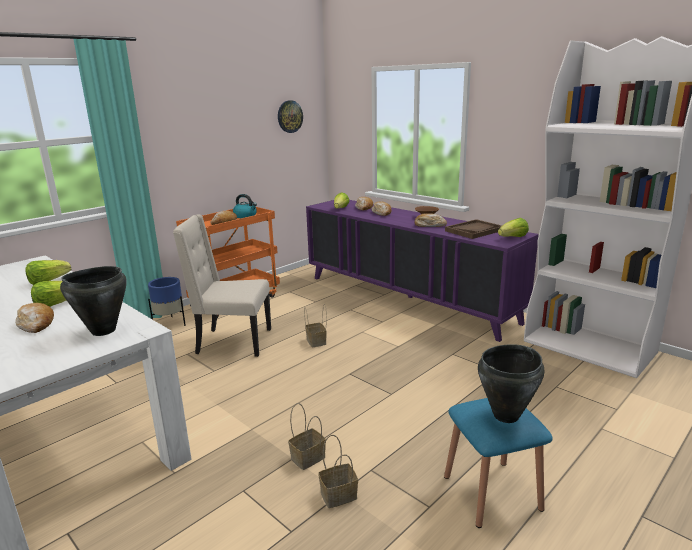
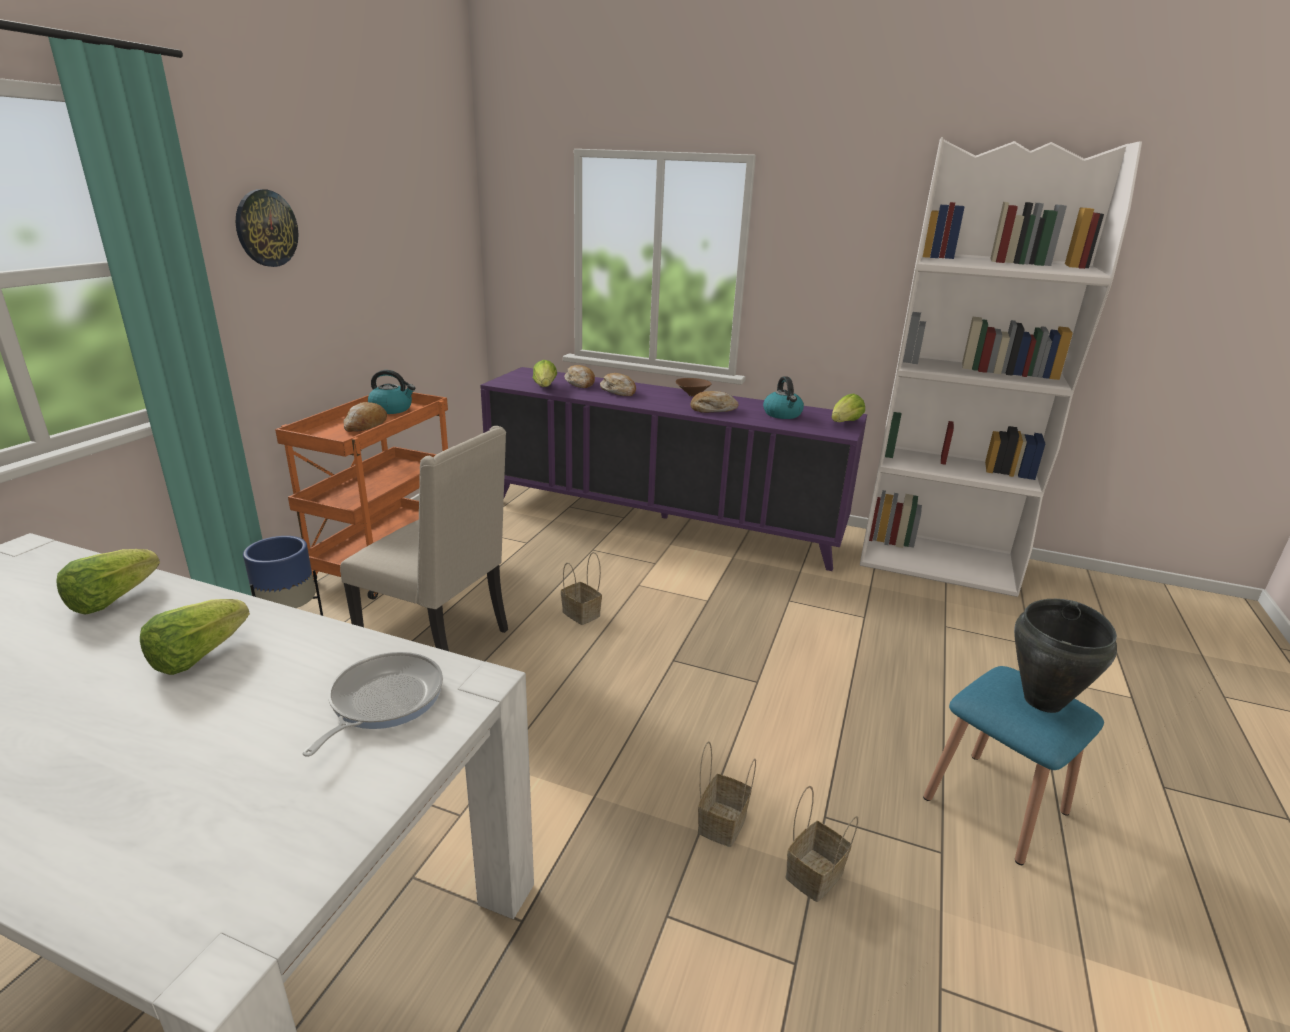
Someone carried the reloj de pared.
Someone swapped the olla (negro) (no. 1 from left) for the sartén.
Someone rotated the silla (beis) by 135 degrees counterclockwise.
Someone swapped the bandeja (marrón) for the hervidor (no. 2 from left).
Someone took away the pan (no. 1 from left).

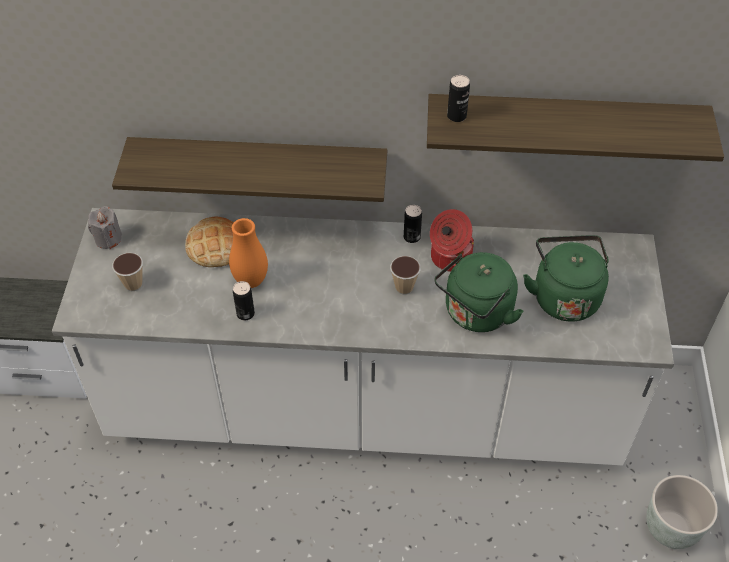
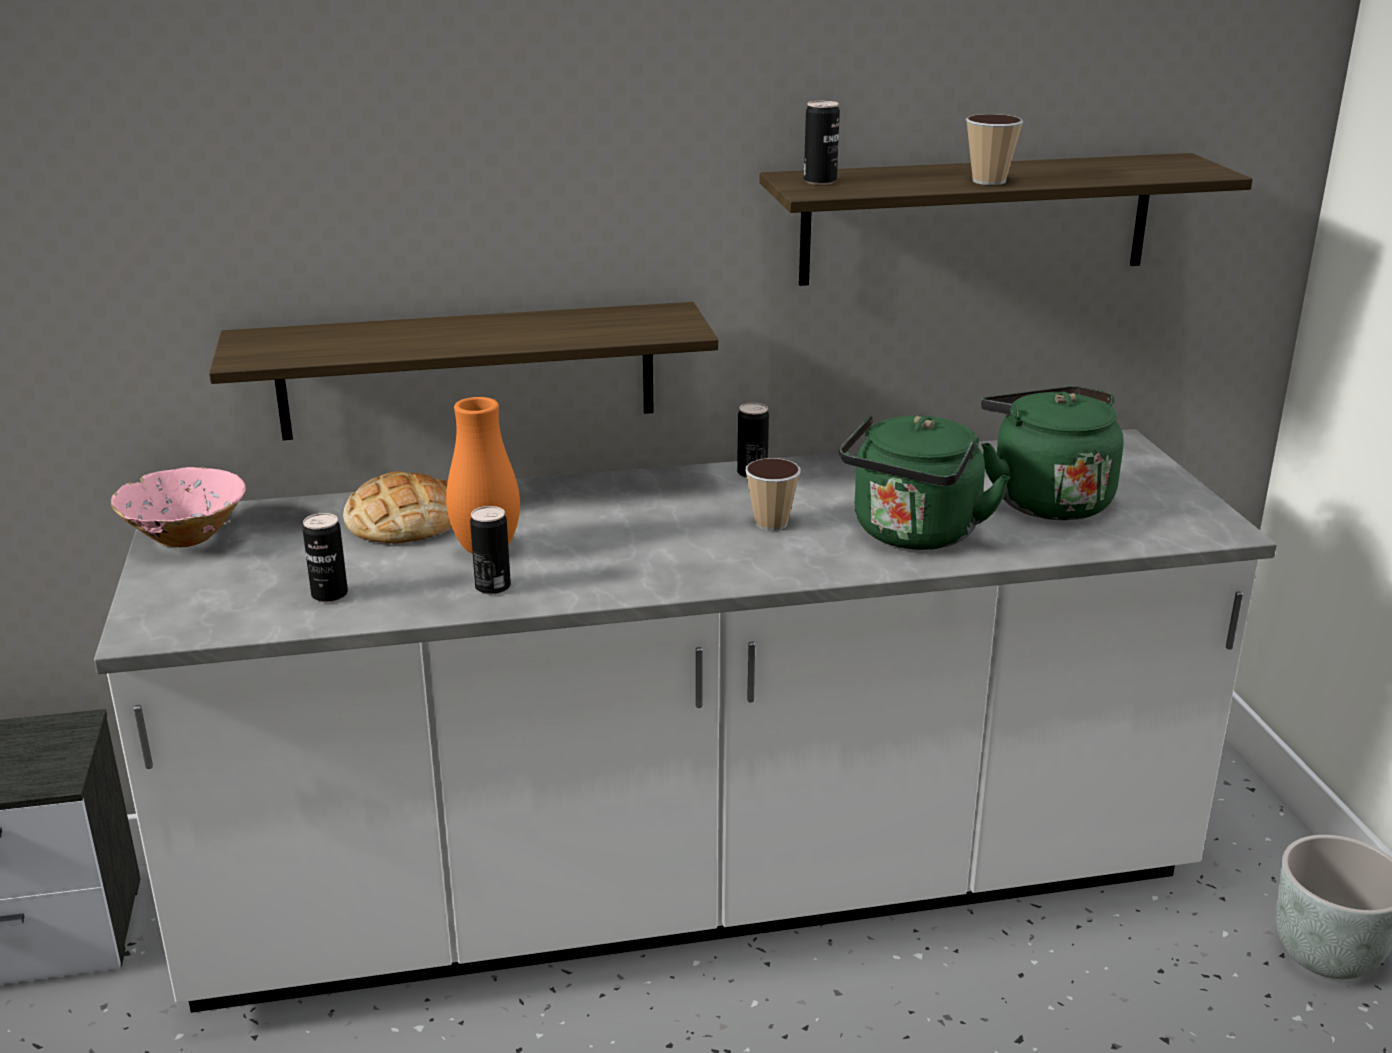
Someone swapped the vela (gris) for the cuenco (rosa).
Someone put down the lata (no. 1 from left).
Someone carried the taza (no. 1 from left in the first image).
Someone took away the olla.

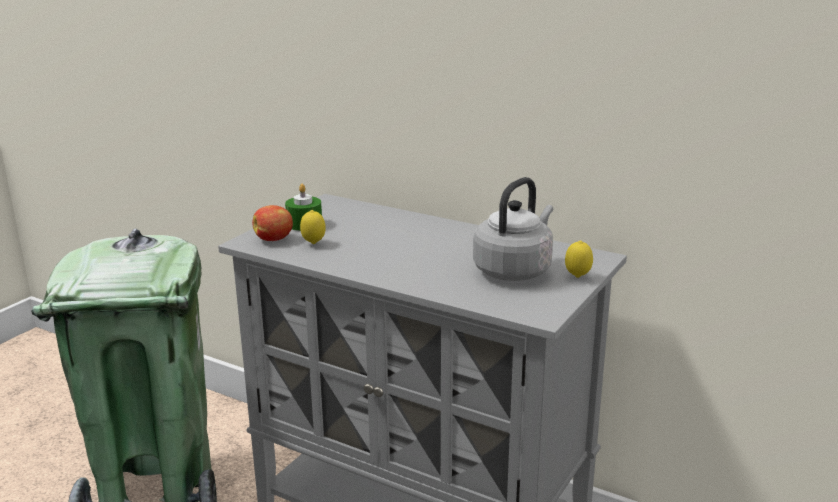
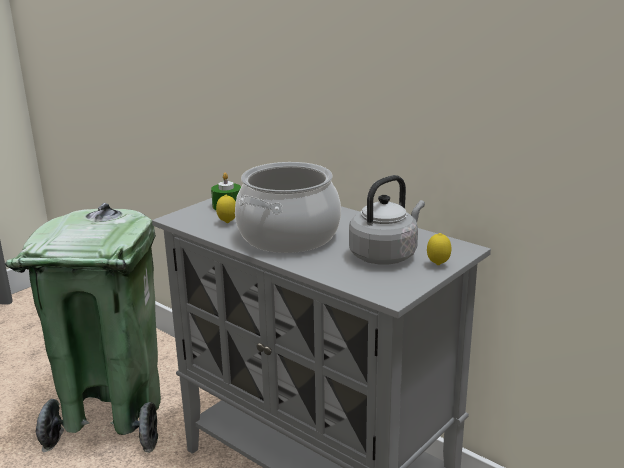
Someone put down the olla.
Someone took away the manzana.

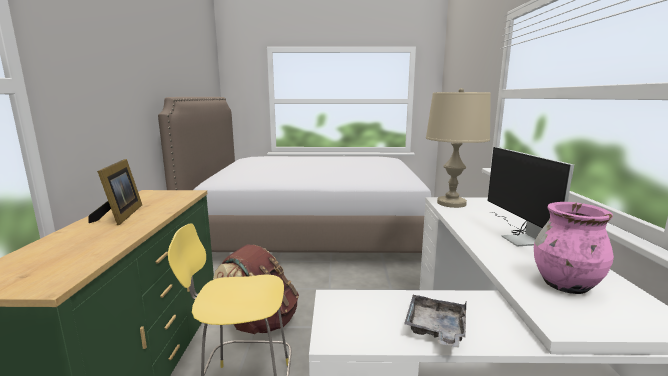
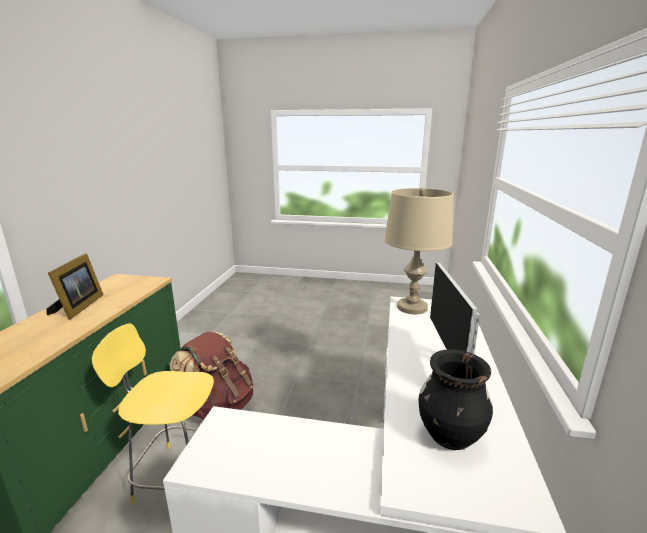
Someone repainted the florero (rosa), which became the florero (negro).
Someone took away the cama.
Someone took away the bandeja (gris).

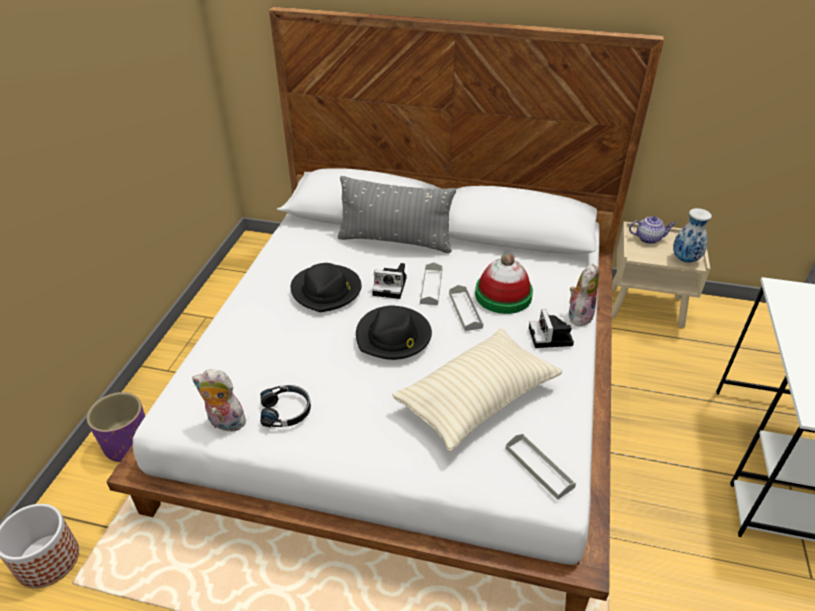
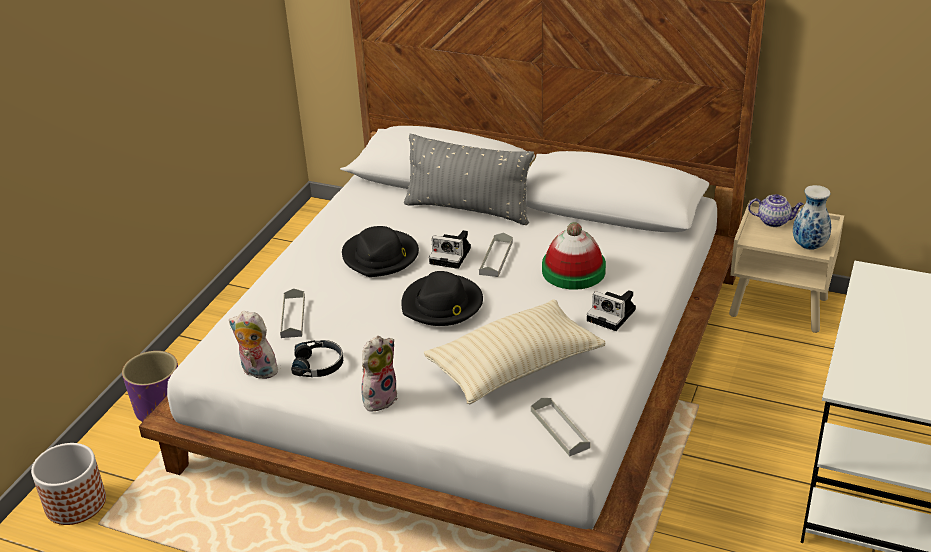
Someone carried the bandeja (gris) (no. 2 from left in the first image).
Someone carried the peluche (no. 2 from left).
Someone rotated the cámara (no. 2 from left) by 60 degrees counterclockwise.

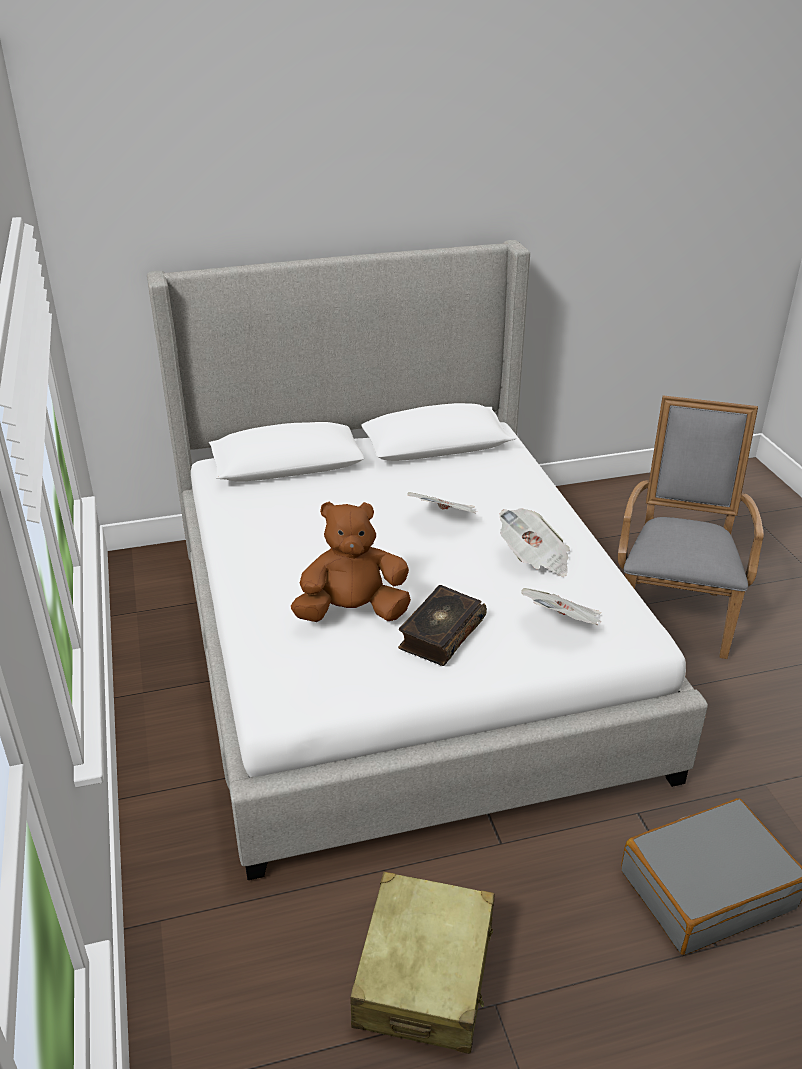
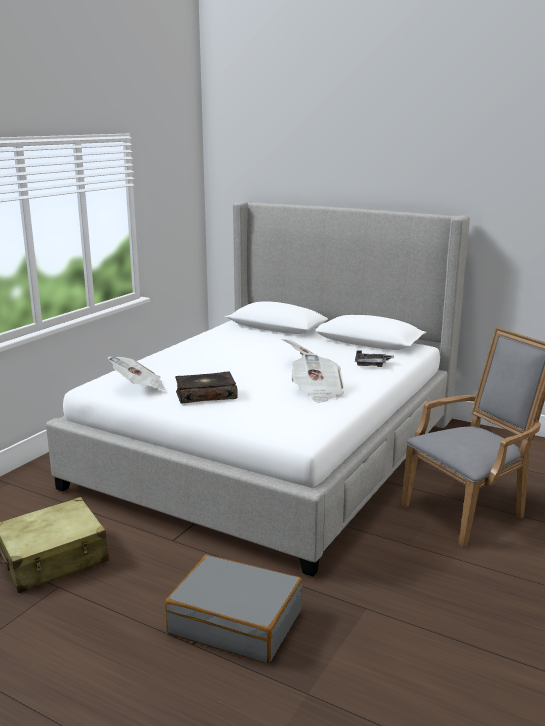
Someone carried the periódico (no. 3 from left in the first image).
Someone put down the bandeja (gris).
Someone took away the peluche (marrón).

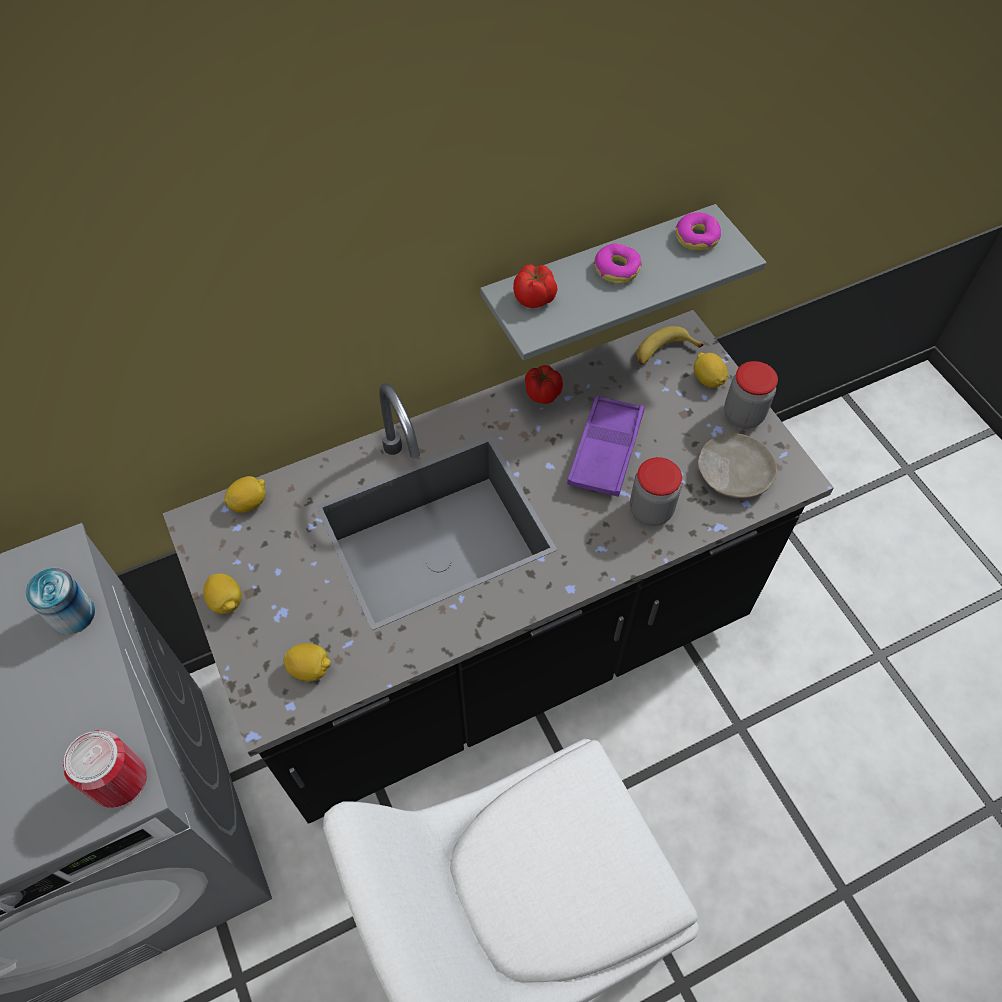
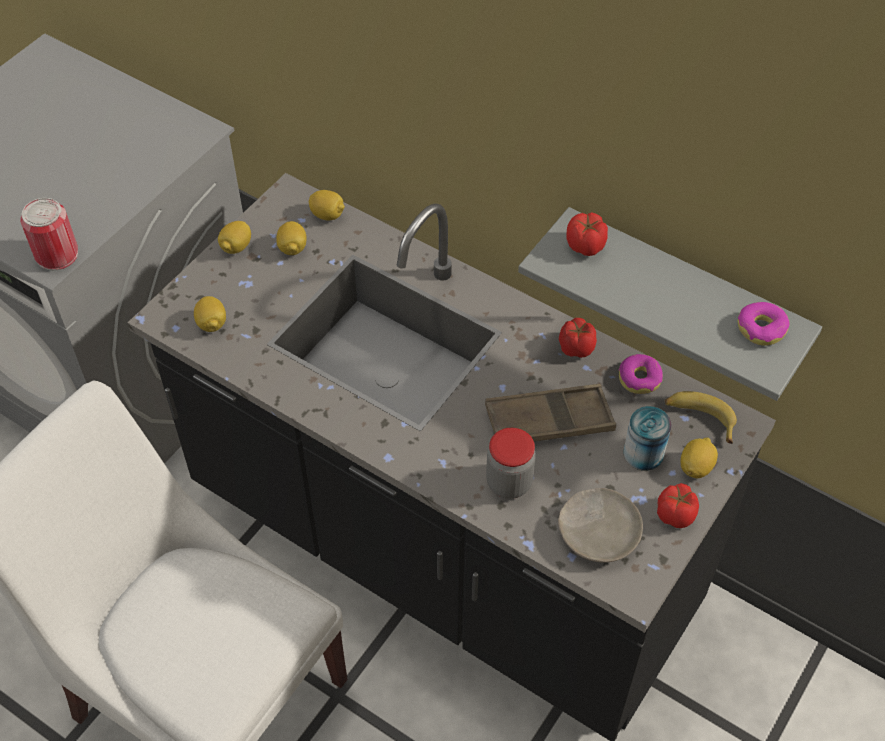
Someone put down the limón (no. 3 from left).
Someone repainted the bandeja (morado), which became the bandeja (marrón).
Someone carried the rosquilla (no. 1 from left).
Someone carried the lata (no. 1 from left in the first image).
Someone swapped the tarro (no. 2 from left) for the tomate (no. 3 from left).

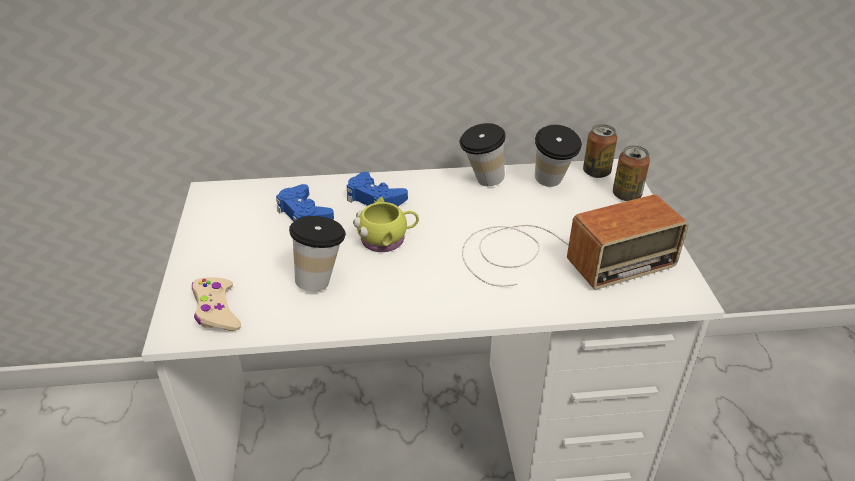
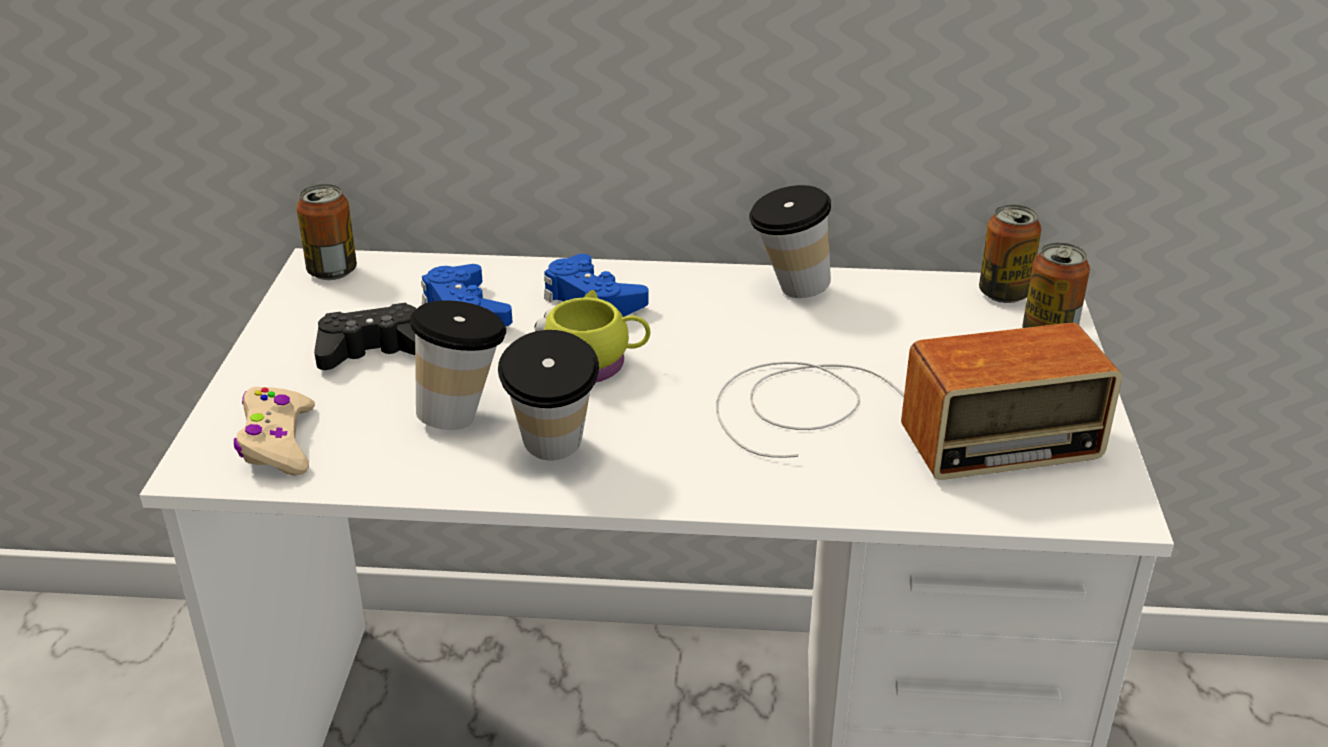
Someone put down the lata (no. 1 from left).
Someone put down the mando de consola (negro).
Someone carried the taza (no. 3 from left in the first image).

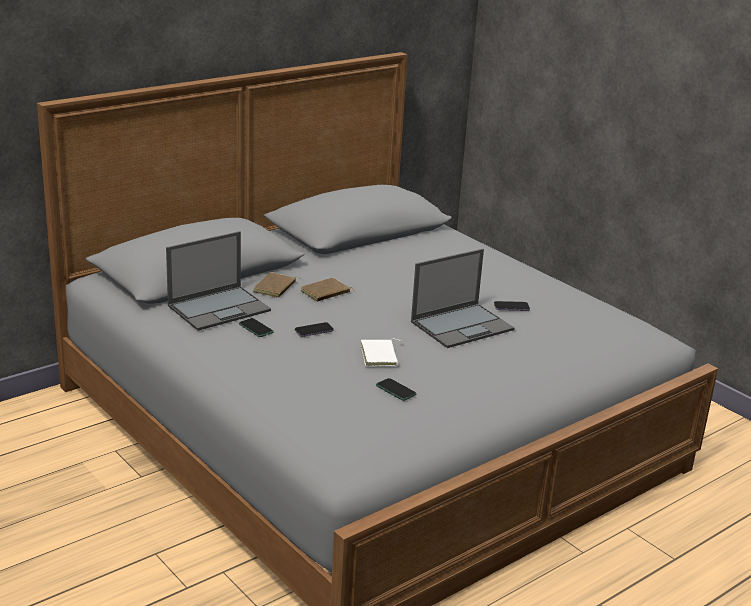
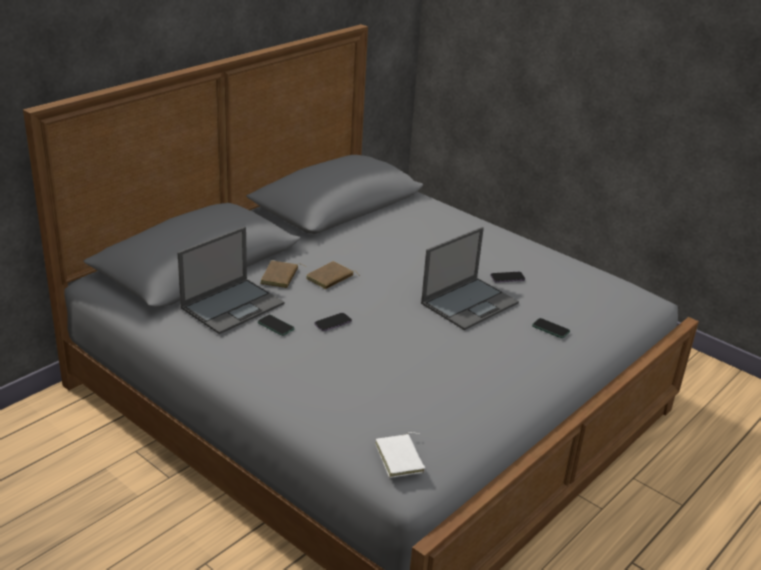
Someone carried the libro (blanco).
Someone carried the móvil (no. 3 from left in the first image).

